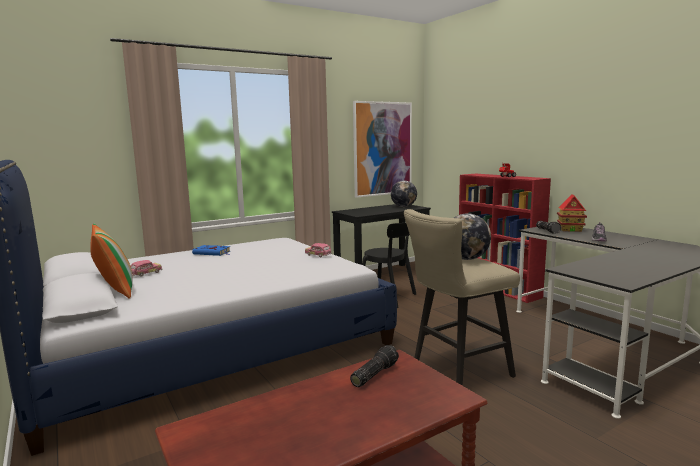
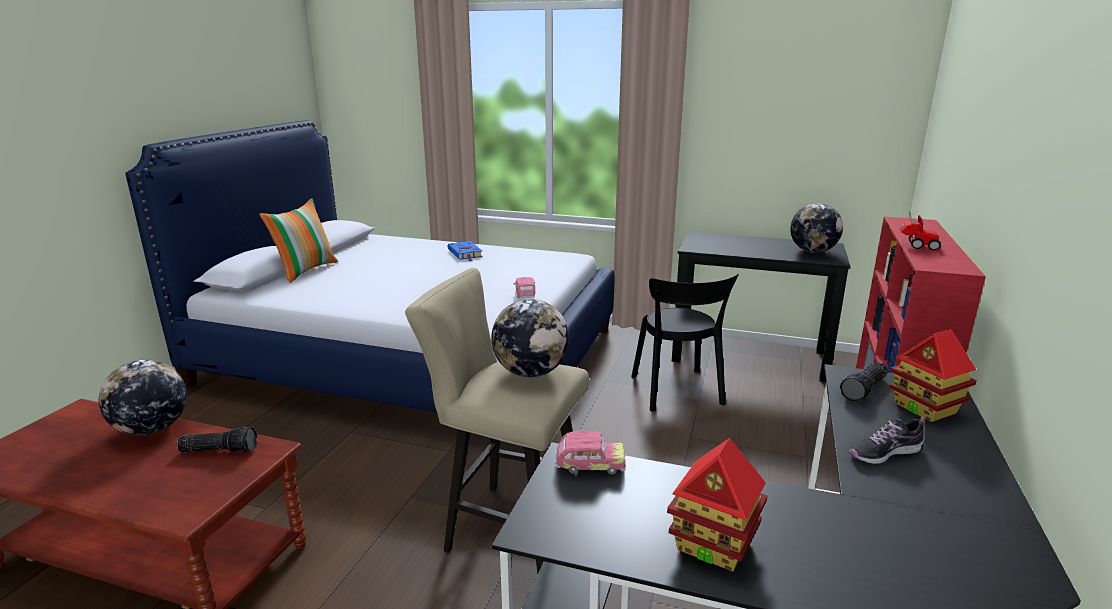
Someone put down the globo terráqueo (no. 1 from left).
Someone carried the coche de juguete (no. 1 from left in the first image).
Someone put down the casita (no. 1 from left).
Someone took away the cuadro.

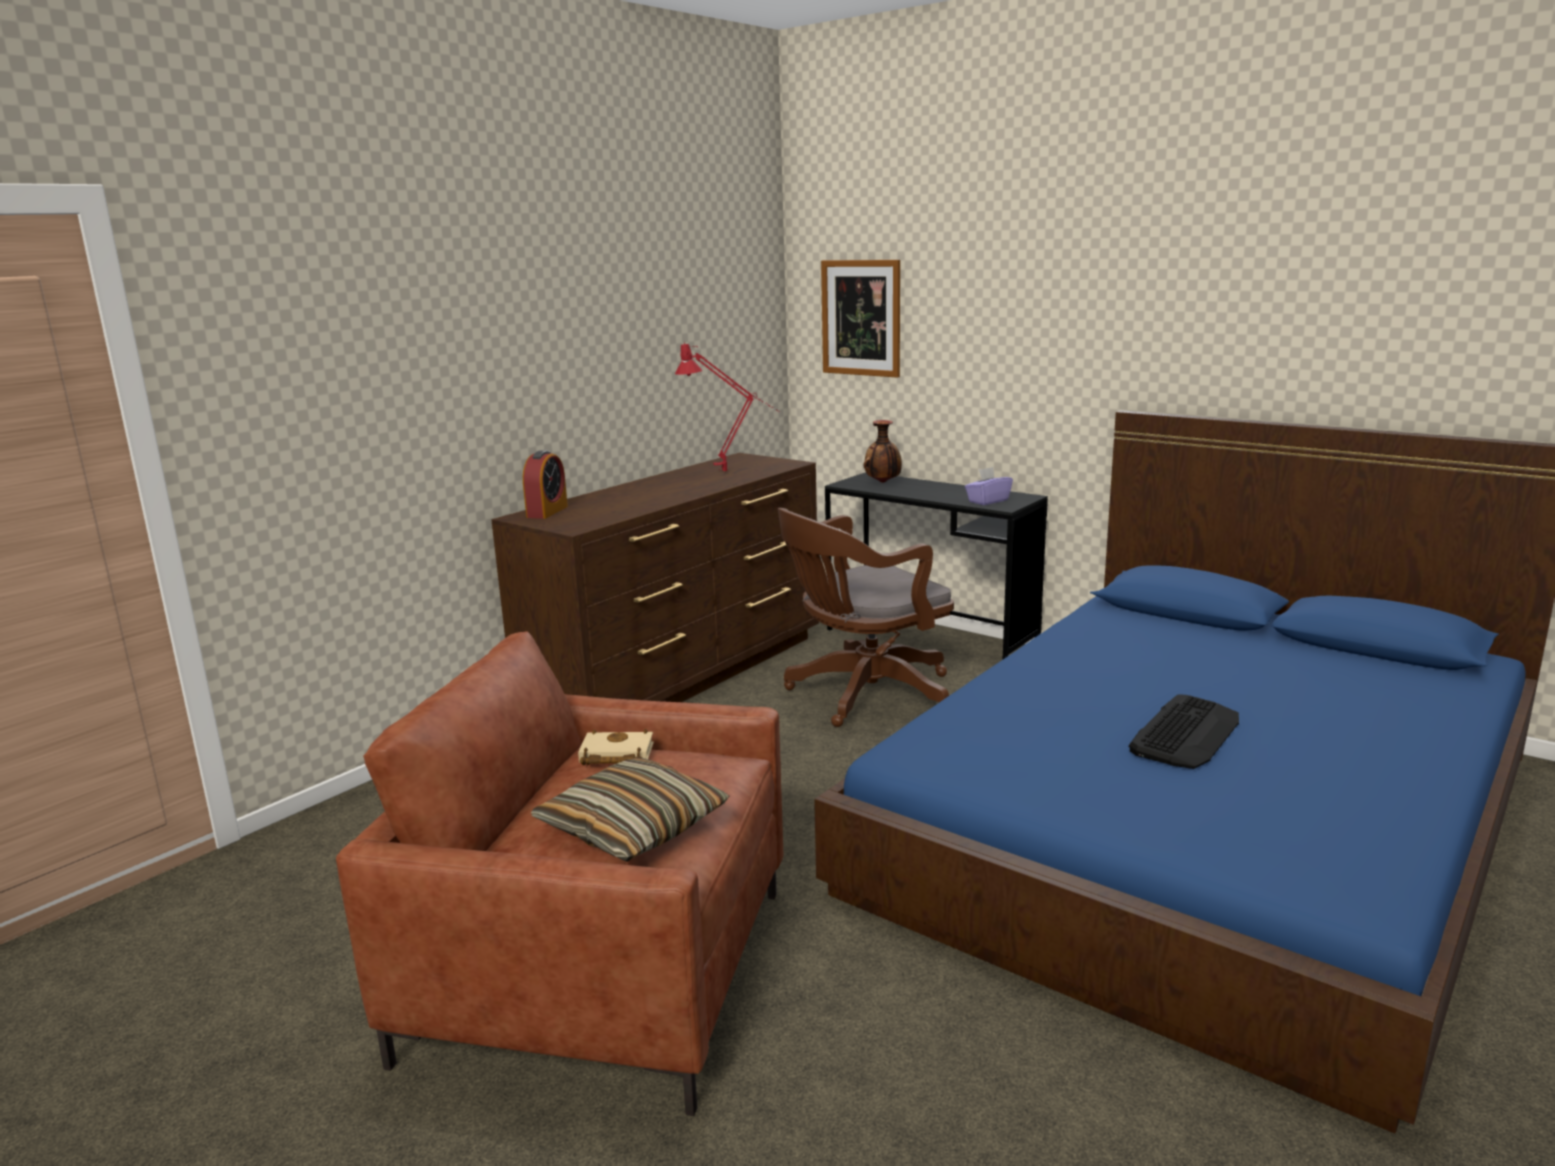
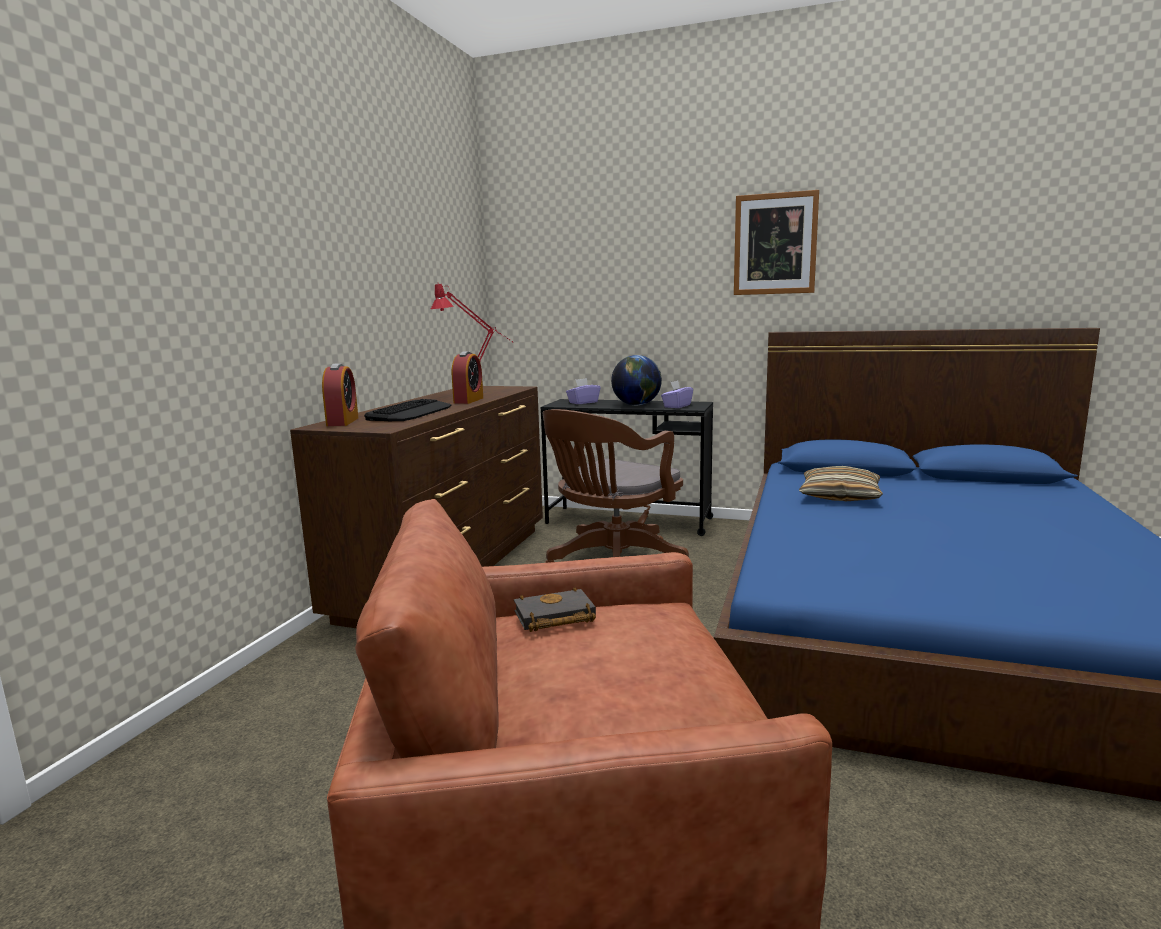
Someone carried the teclado.
Someone put down the despertador (no. 2 from left).
Someone repainted the libro (beis), which became the libro (negro).
Someone swapped the florero for the caja de pañuelos (morado) (no. 1 from left).
Someone put down the globo terráqueo.
Someone carried the cuadro.
Someone carried the cojín.

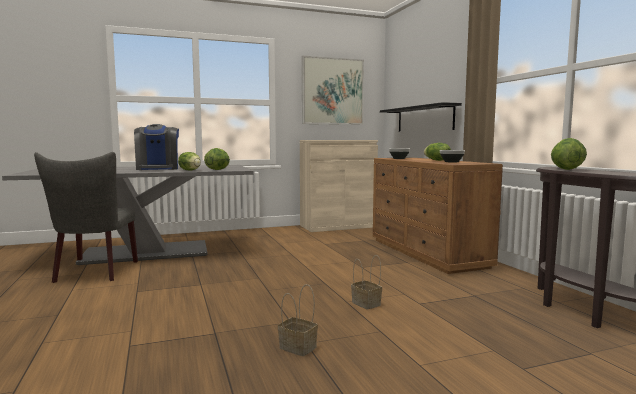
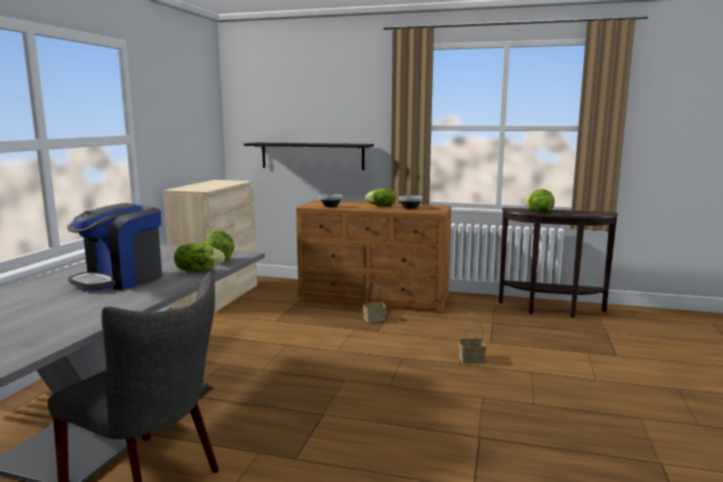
Someone rotated the cafetera by 105 degrees clockwise.
Someone carried the cesta (no. 1 from left).
Someone took away the cuadro.

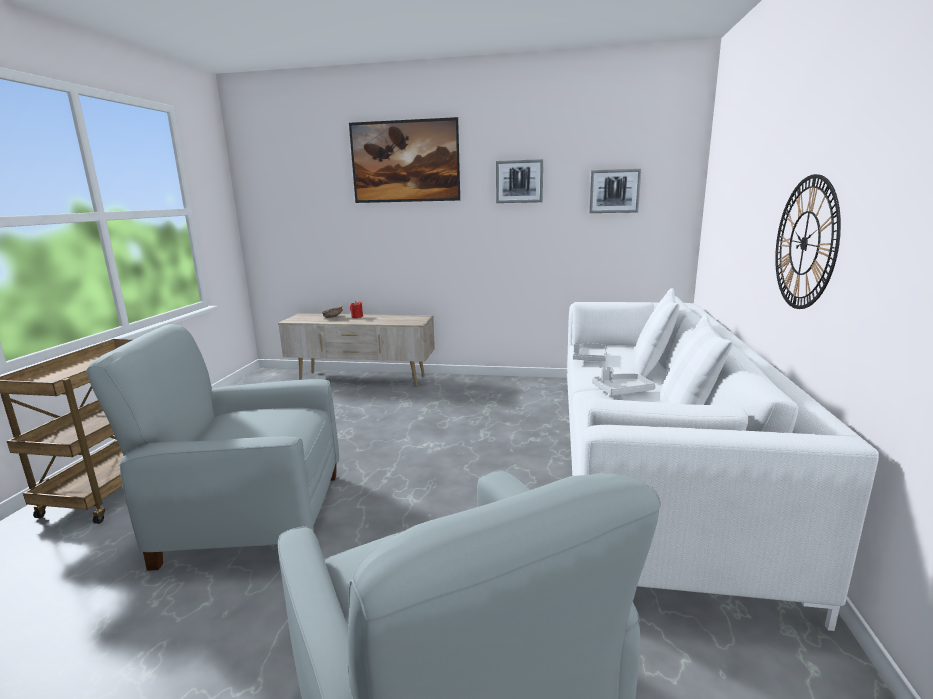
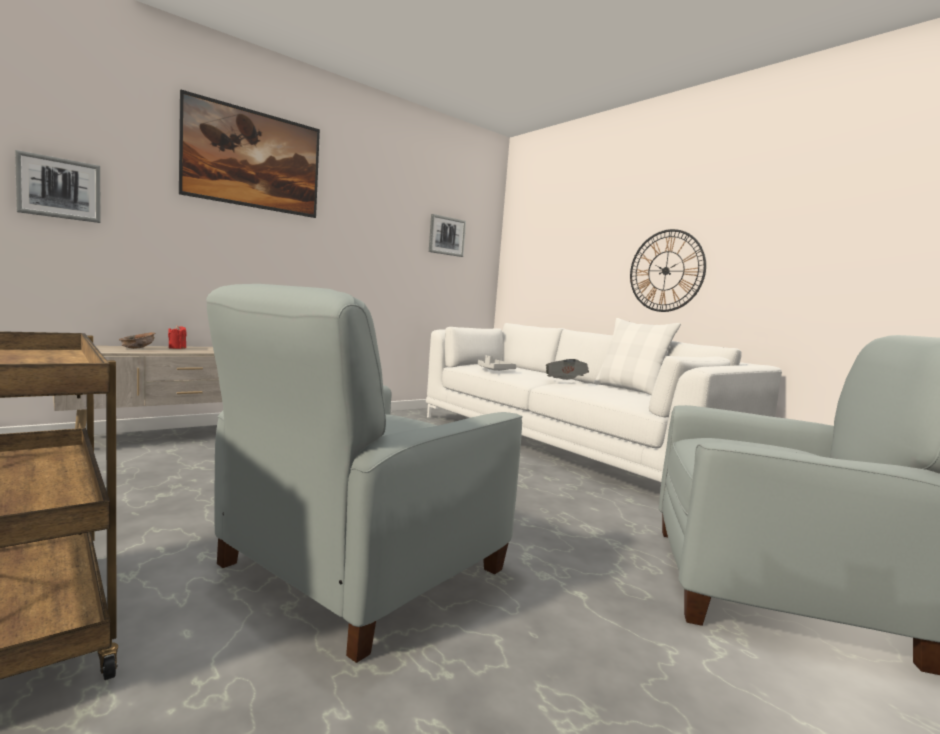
Someone carried the cuadro (no. 2 from left in the first image).
Someone swapped the bandeja (gris) (no. 2 from left) for the periódico.
Someone took away the cojín (blanco) (no. 1 from left).

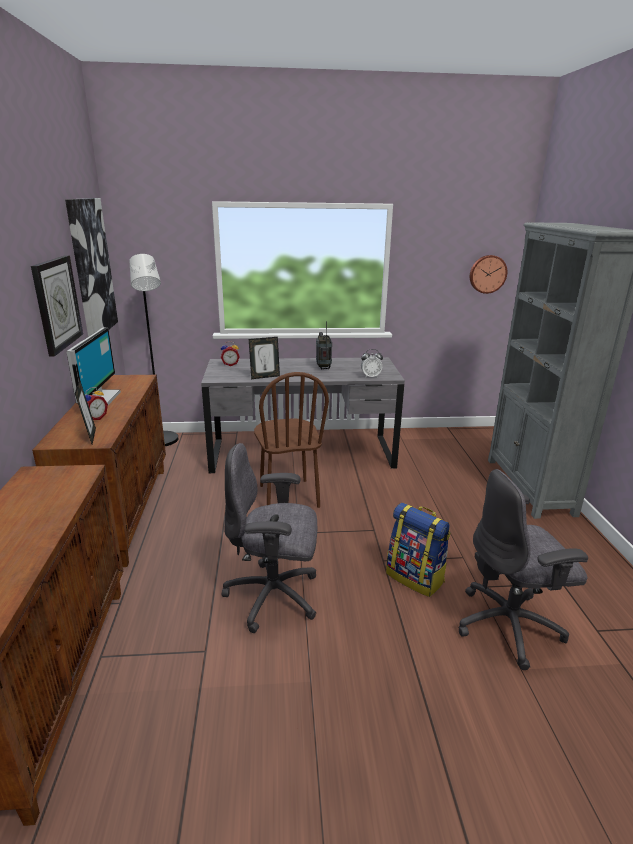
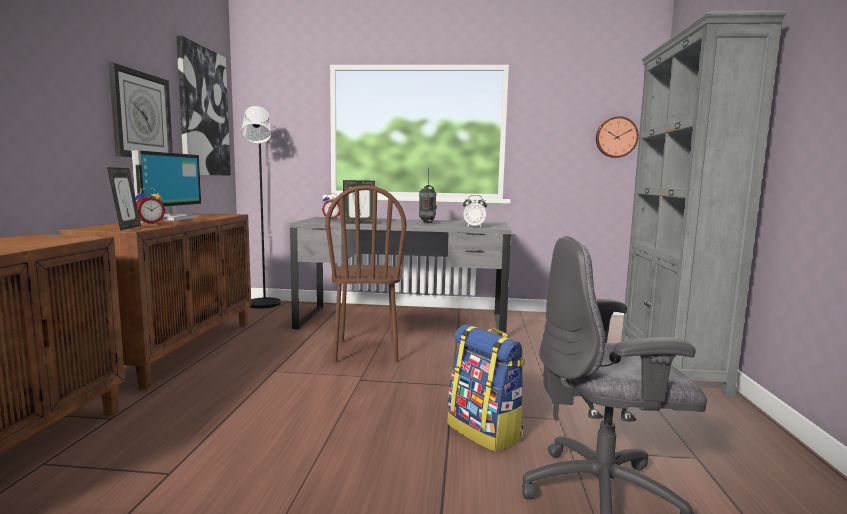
Someone took away the silla de oficina (gris) (no. 1 from left).

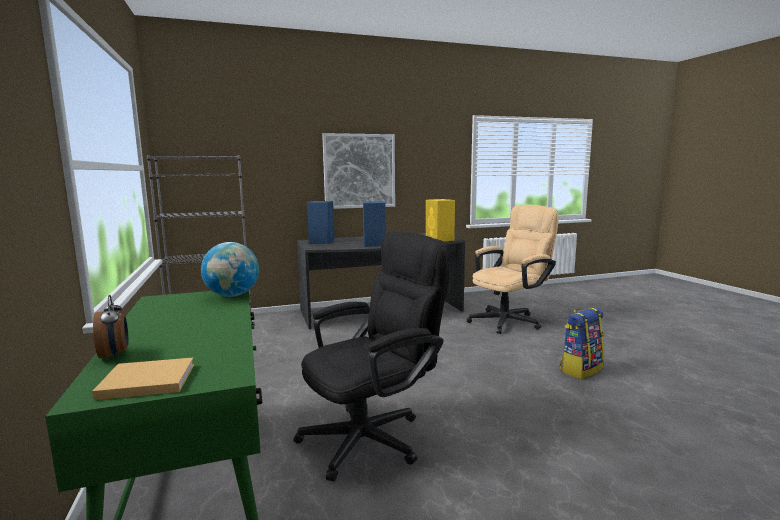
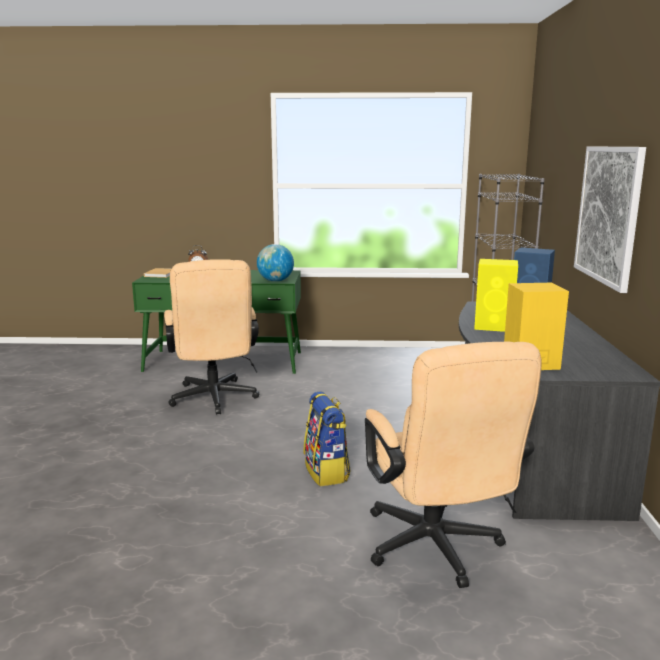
Someone repainted the silla de oficina (negro), which became the silla de oficina (beis) (no. 1 from left).
Someone carried the mochila.
Someone repainted the altavoz (azul) (no. 2 from left), which became the altavoz (amarillo) (no. 1 from left).

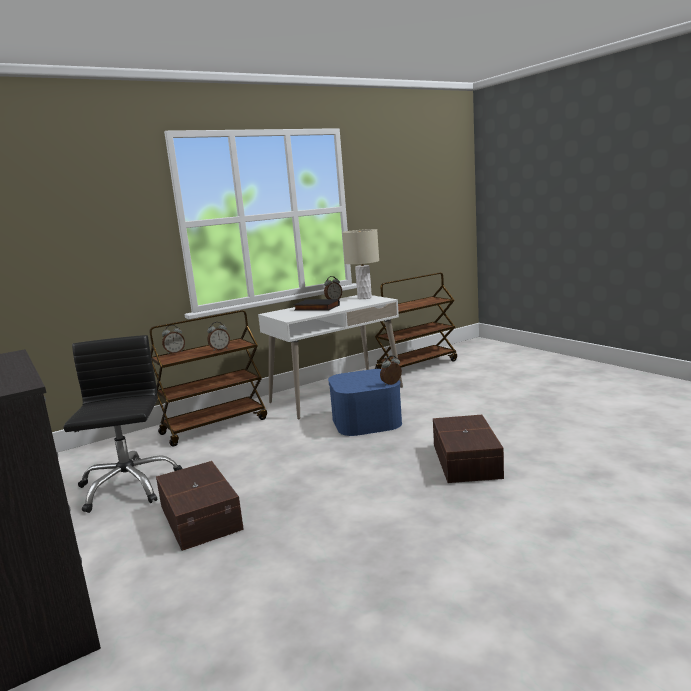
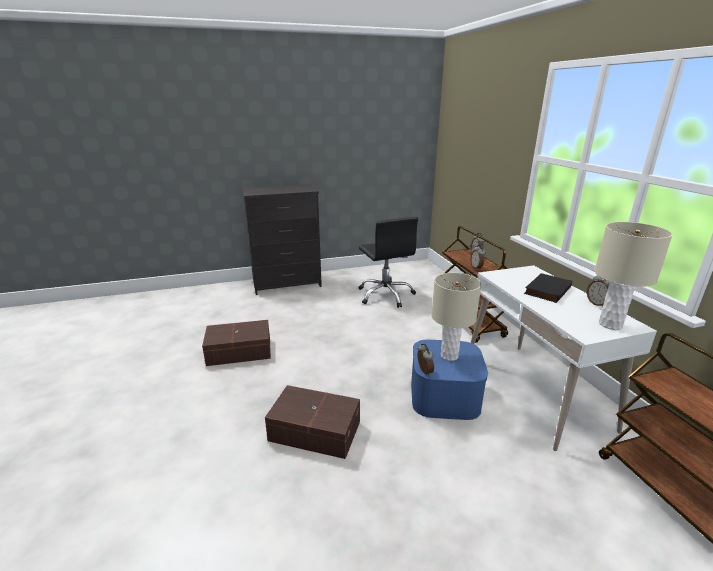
Someone carried the caja de almacenaje (marrón) (no. 1 from left).
Someone rotated the silla de oficina (negro) by 60 degrees clockwise.
Someone put down the lámpara de mesa (beis) (no. 1 from left).

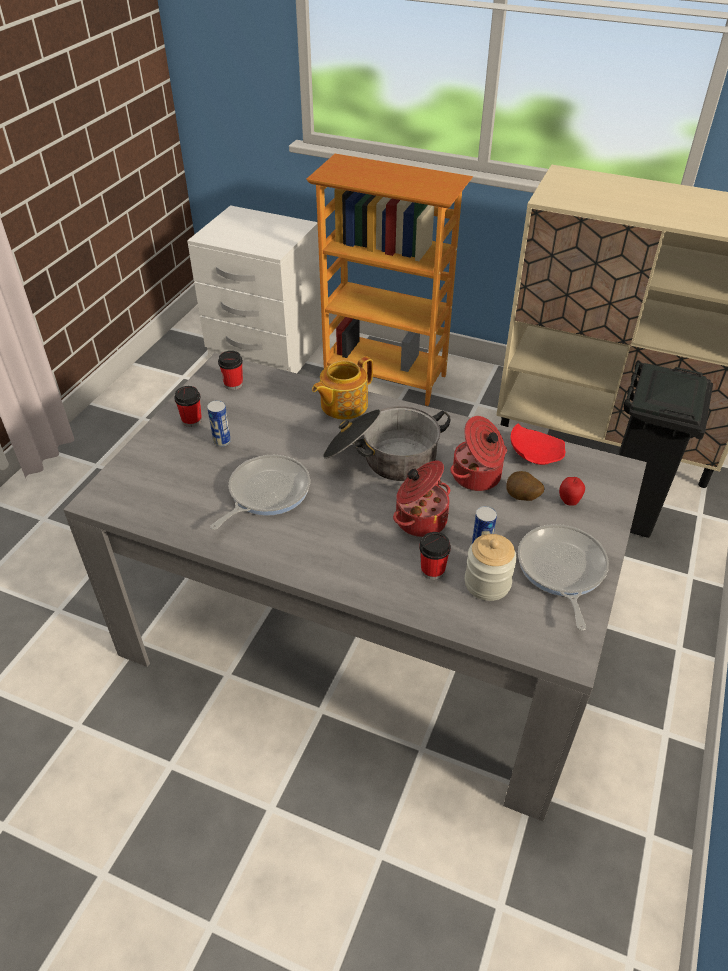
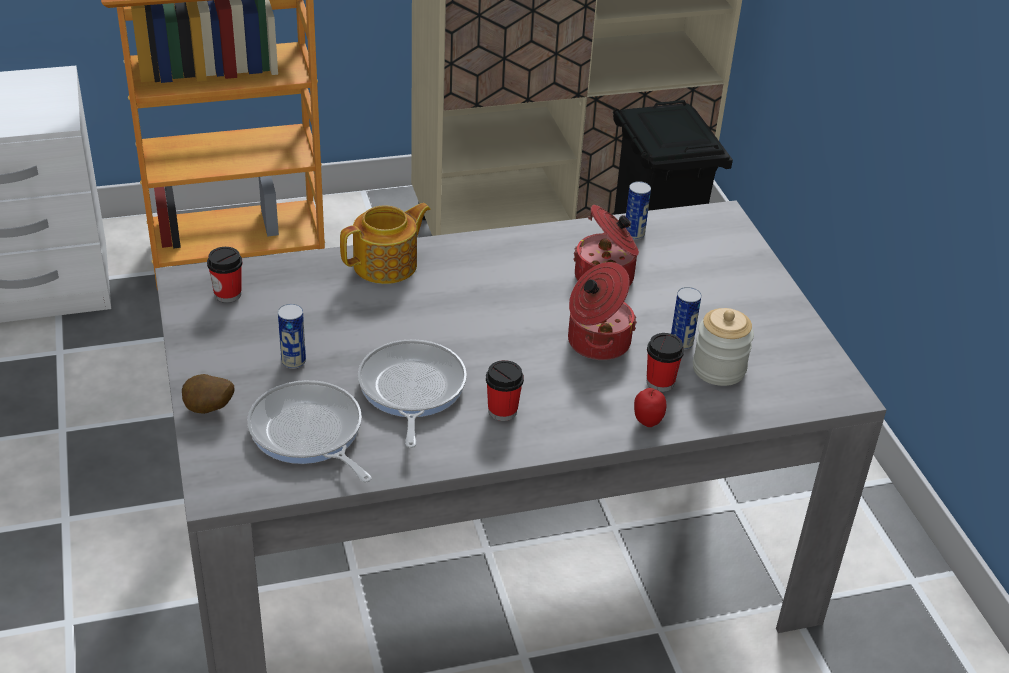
Someone carried the patata.
Someone carried the sartén (no. 2 from left in the first image).
Someone rotated the tetera by 135 degrees counterclockwise.
Someone carried the taza (no. 1 from left in the first image).
Someone swapped the plato (rojo) for the lata (no. 2 from left).
Someone carried the manzana.
Someone took away the olla (no. 1 from left).

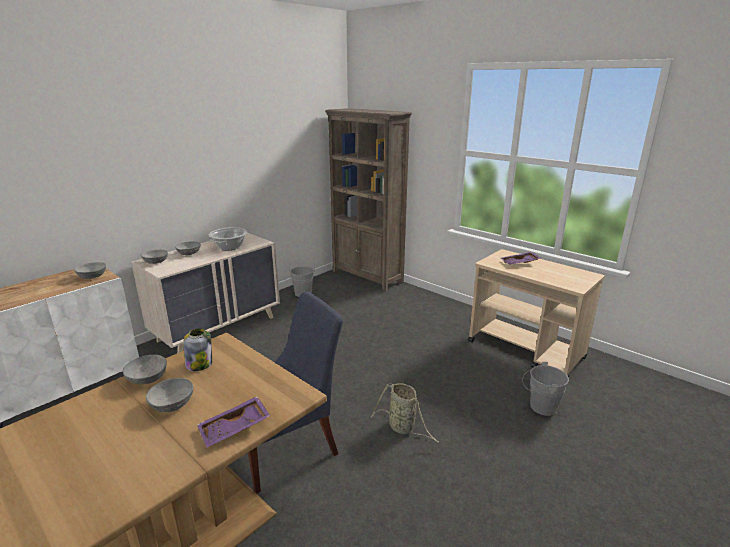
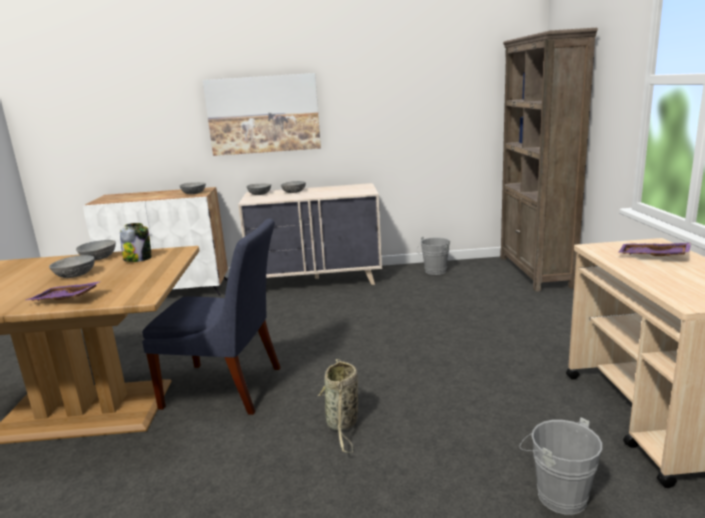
Someone put up the cuadro.
Someone took away the olla.

